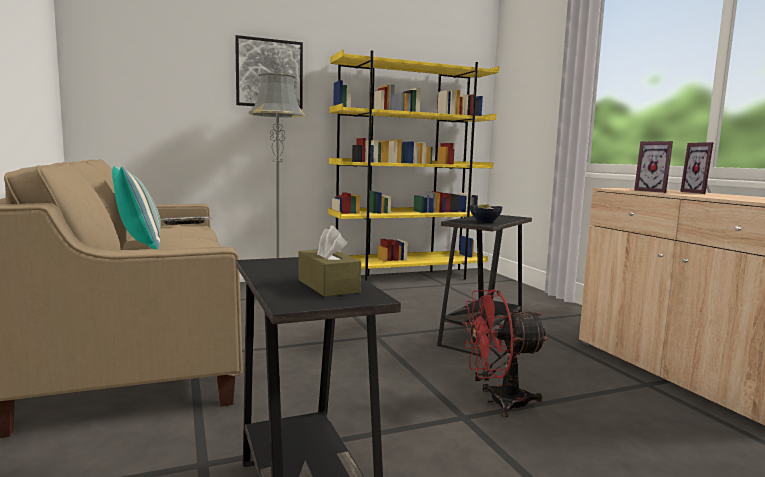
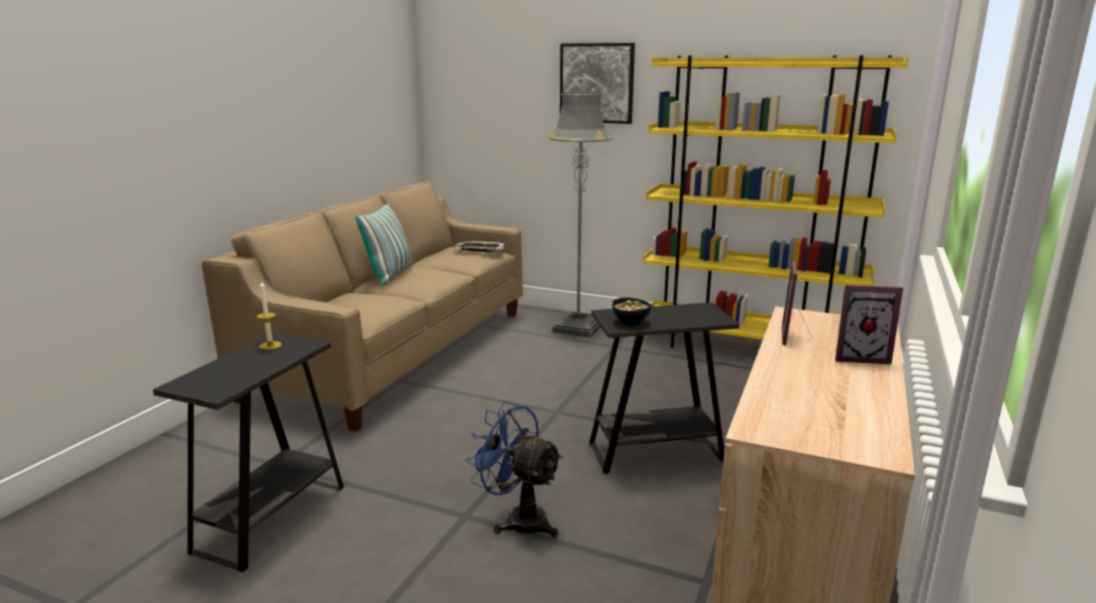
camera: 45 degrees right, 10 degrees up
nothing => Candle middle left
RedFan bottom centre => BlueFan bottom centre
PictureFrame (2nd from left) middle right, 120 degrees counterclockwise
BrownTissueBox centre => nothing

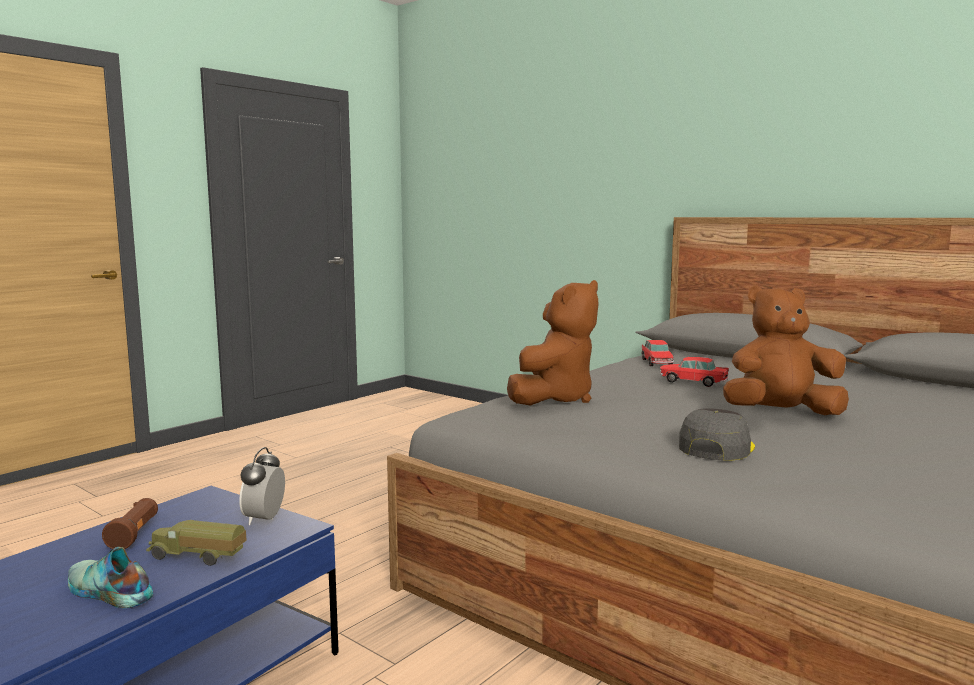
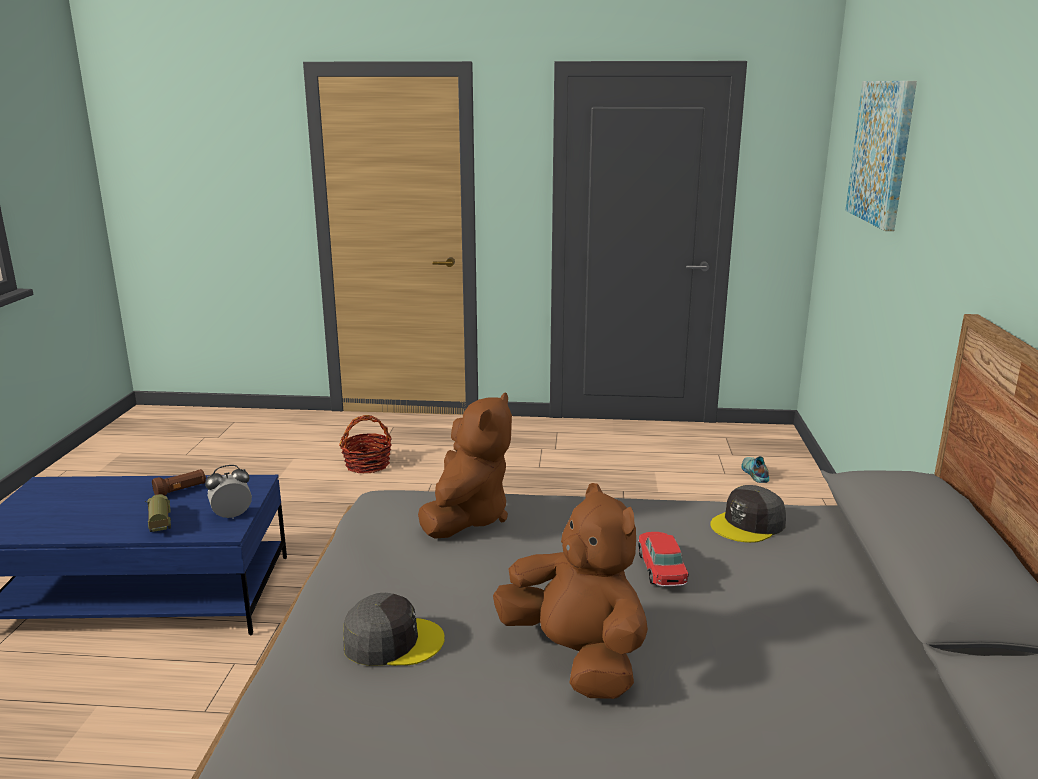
camera: 55 degrees right, 10 degrees up
nothing => Basket centre
BrownPlushToy (1st from left) centre, 75 degrees counterclockwise
ToyCar (1st from left) middle right => GreyCap (2nd from left) middle right
Shoe bottom left => Shoe middle right, move
nothing => Picture top right

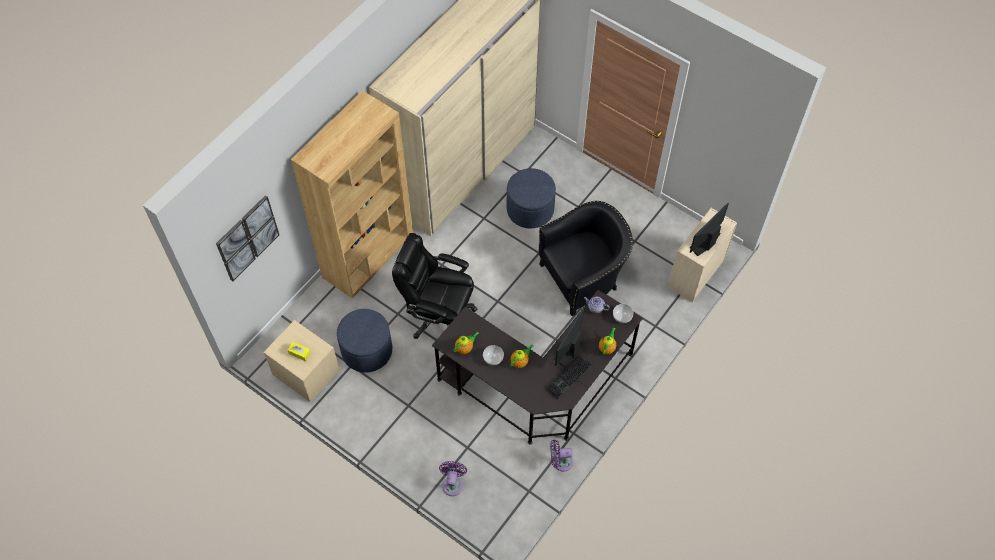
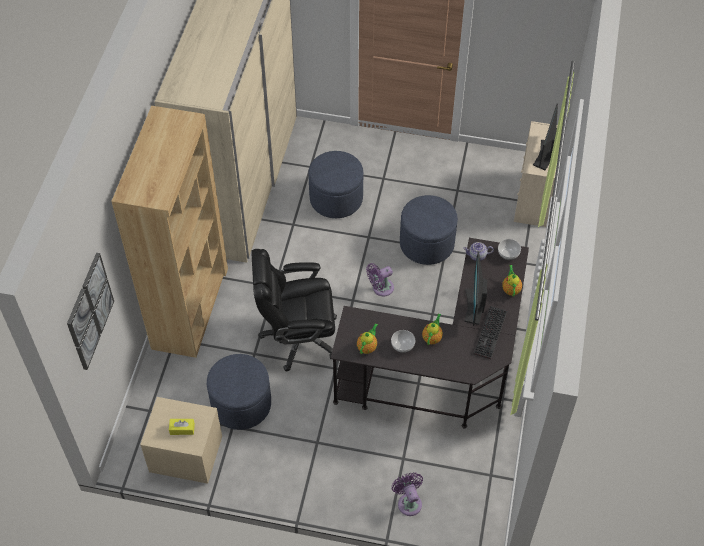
camera: 25 degrees left, 5 degrees down
PurpleFan (2nd from left in the first image) bottom centre => PurpleFan (1st from left) centre, move
BlackArmchair centre => BlueOttoman (3rd from left) centre

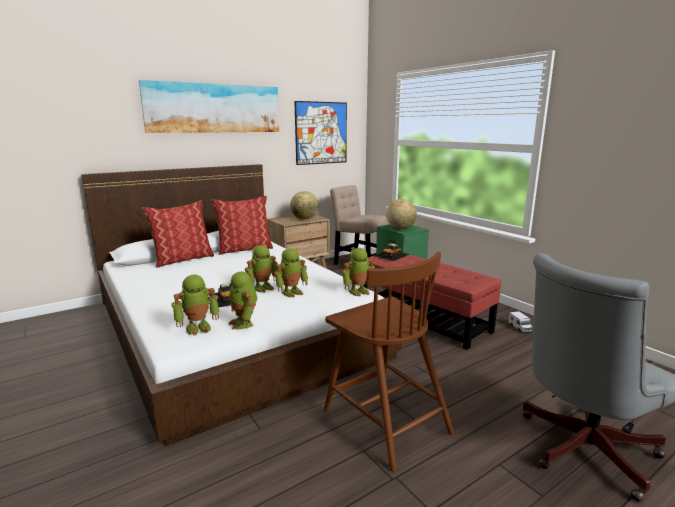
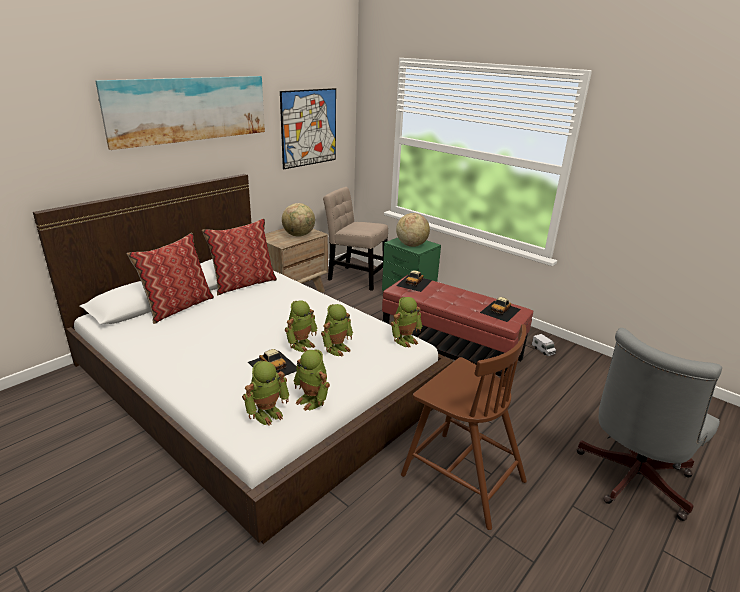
camera: 15 degrees left, 10 degrees up
nothing => ToyCar (3rd from left) middle right

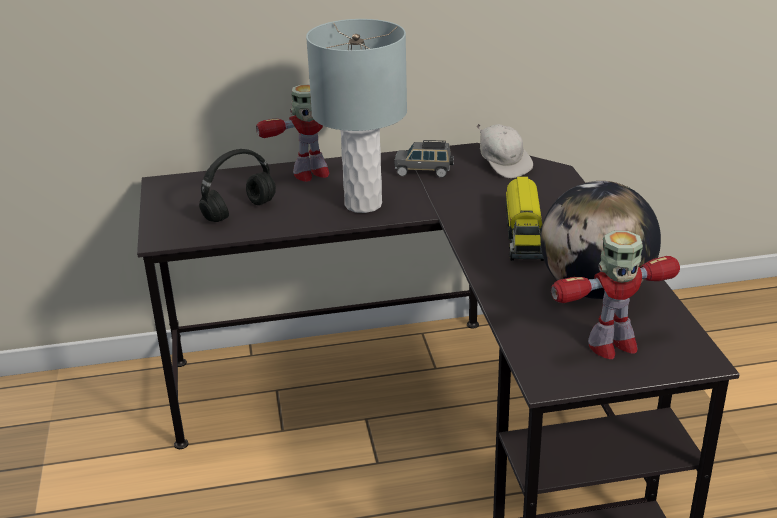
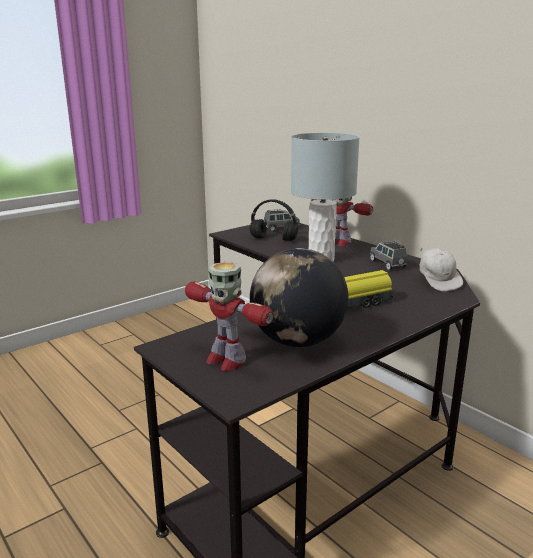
camera: 60 degrees right, 10 degrees down
nothing => GreyToyCar (1st from left) centre
WhiteCap top centre => WhiteCap middle right, 45 degrees counterclockwise

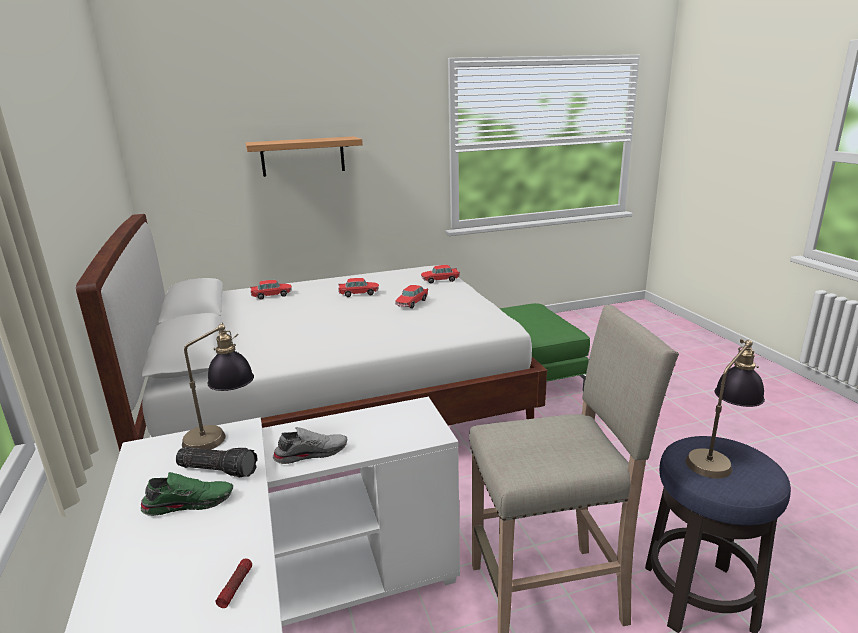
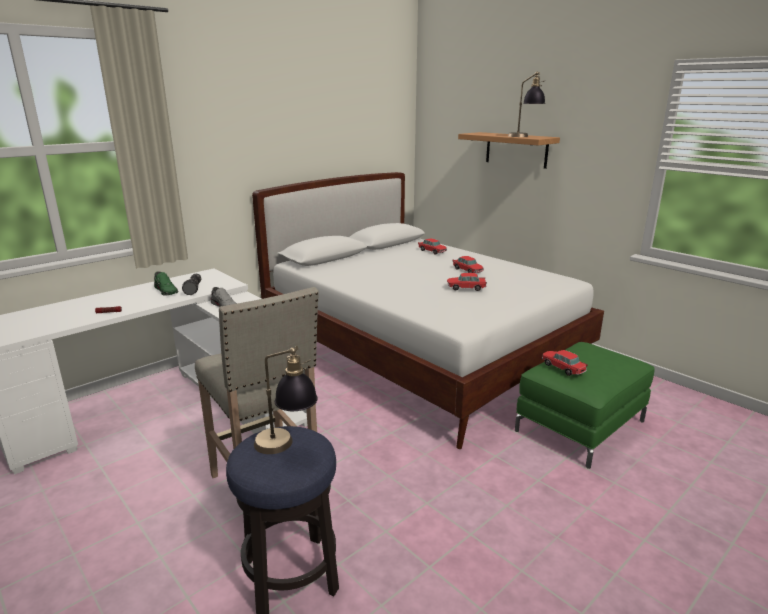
camera: 65 degrees right, 0 degrees up
TableLamp (1st from left in the first image) middle left => TableLamp (2nd from left) top right, move
ToyCar (4th from left) centre => ToyCar (4th from left) middle right, move

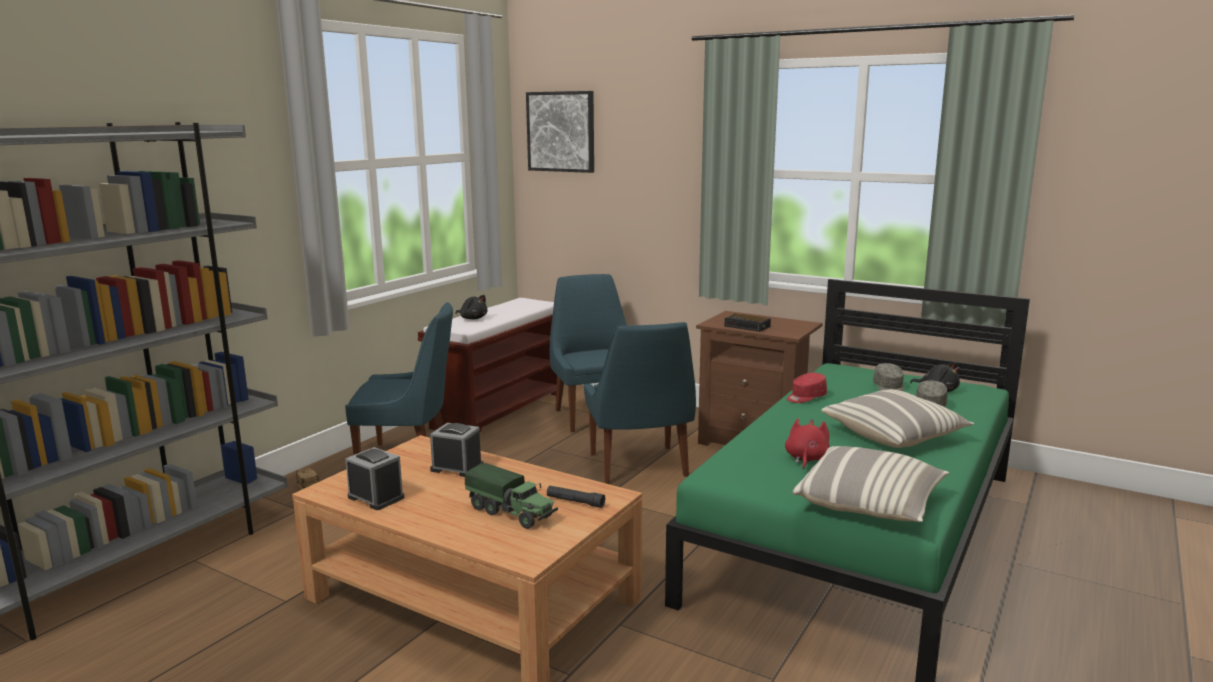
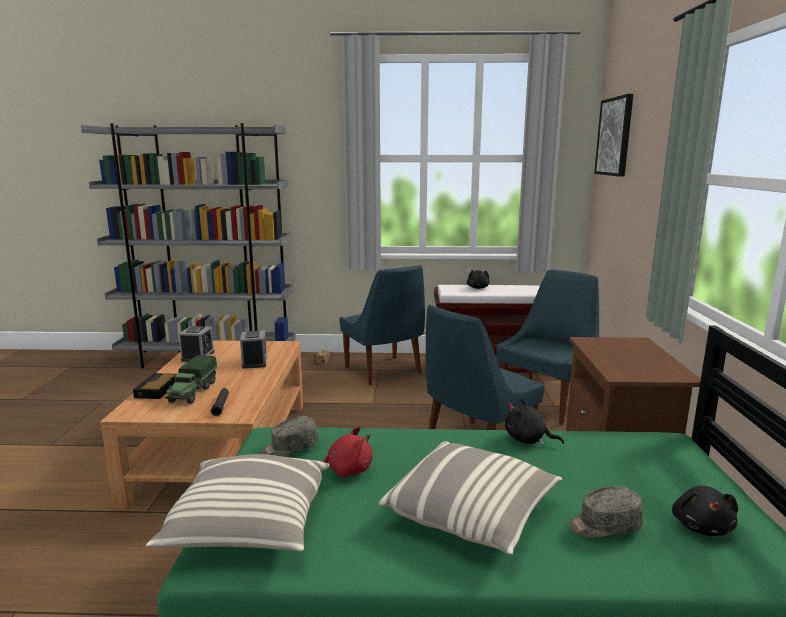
camera: 60 degrees right, 0 degrees up
AlarmClock (3rd from left in the first image) centre => AlarmClock (1st from left) middle left, move
GreyCap (1st from left) middle right => GreyCap (1st from left) bottom centre, move
RedCap centre => BlackPlushToy (2nd from left) bottom right

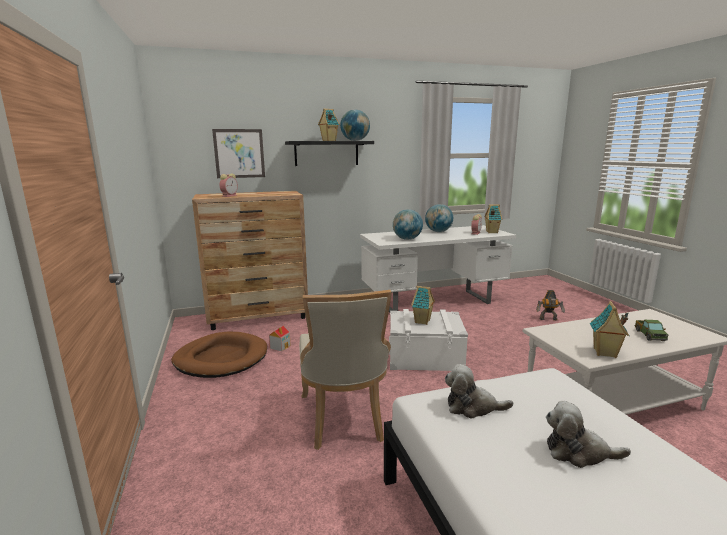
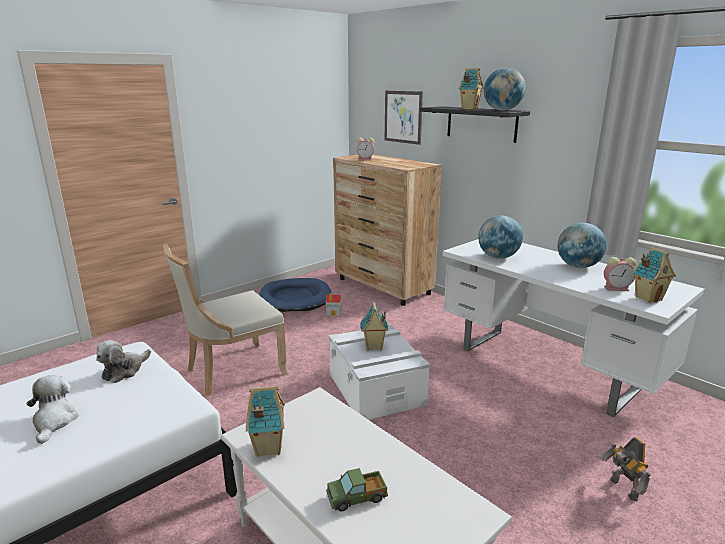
camera: 65 degrees right, 5 degrees up
PlushToy (1st from left in the first image) bottom centre => PlushToy (2nd from left) middle left, 135 degrees counterclockwise
BrownDogBed middle left => BlueDogBed centre

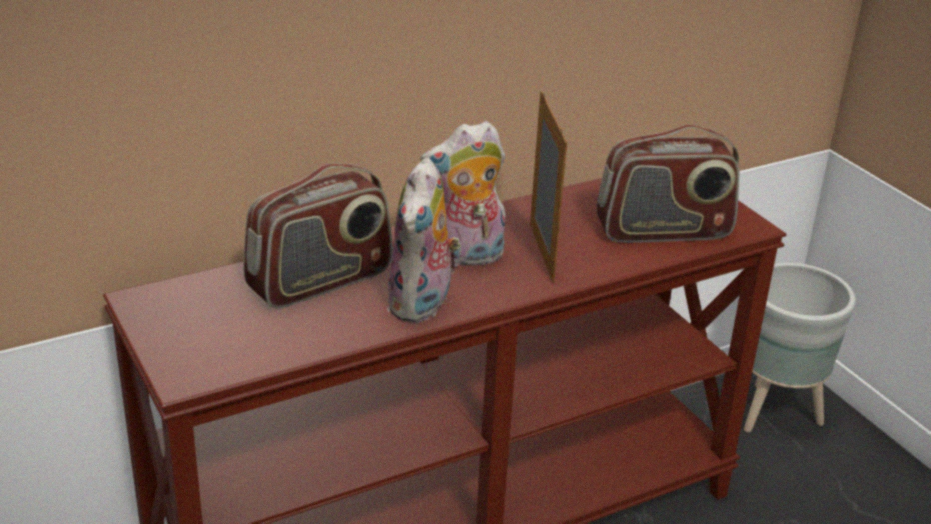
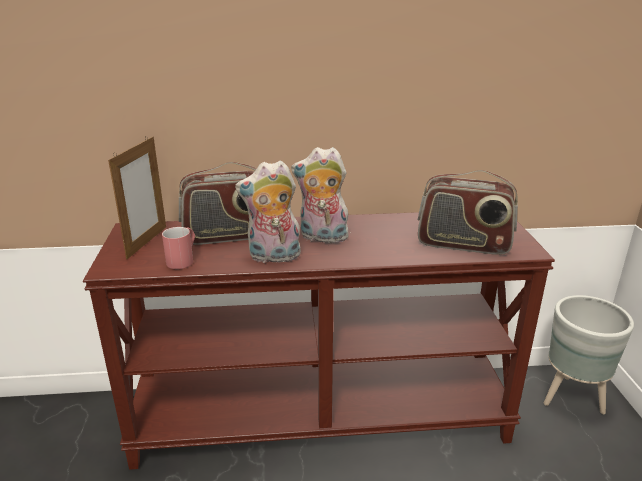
camera: 25 degrees right, 5 degrees down
PictureFrame centre => PictureFrame middle left, move
nothing => RedMug middle left
PlushToy (1st from left) centre, 45 degrees clockwise

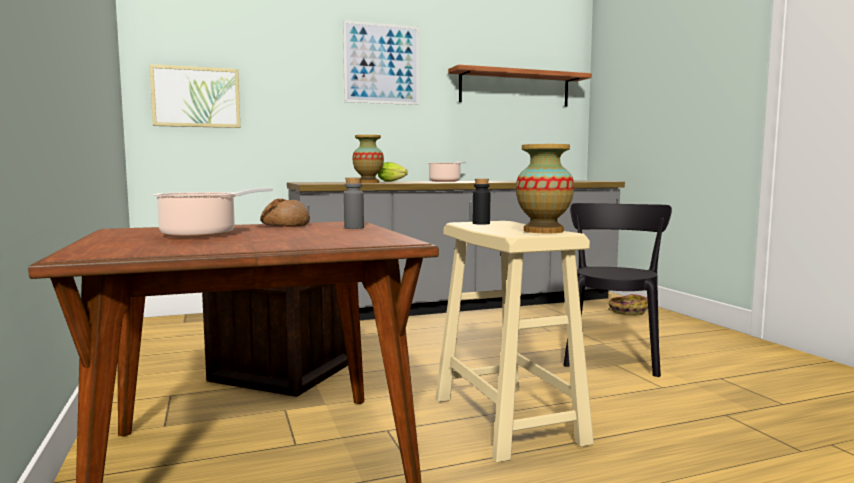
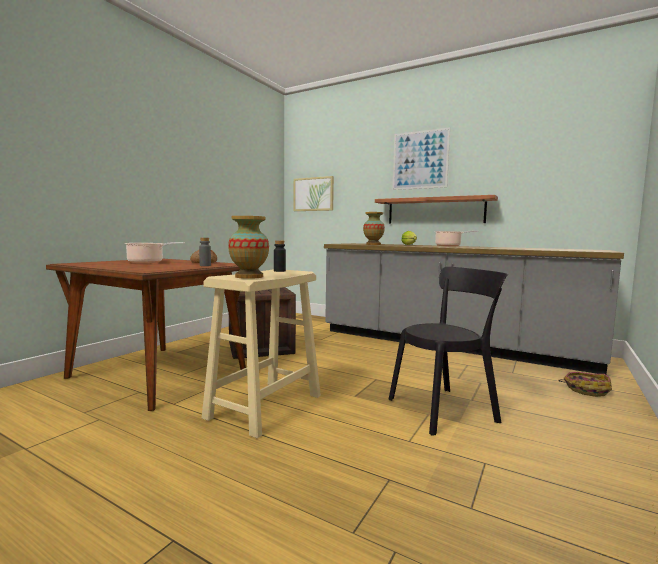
camera: 50 degrees right, 0 degrees up
Shelf top centre => Shelf centre, move

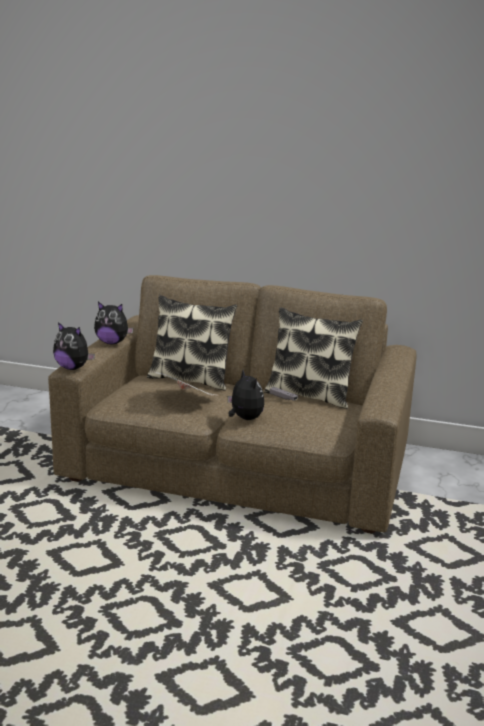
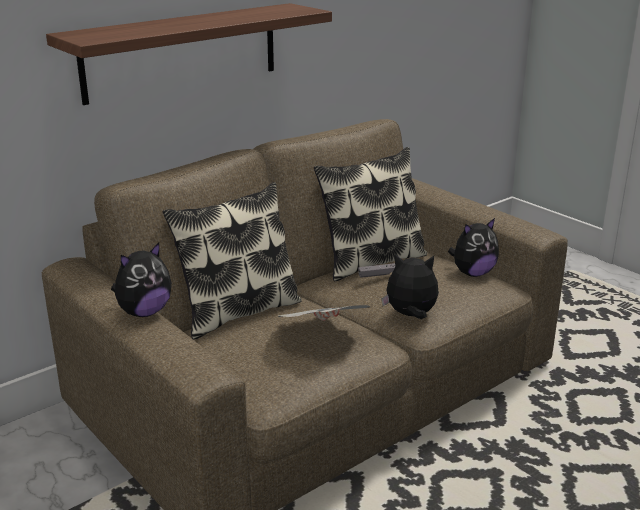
camera: 55 degrees left, 5 degrees up
nothing => Shelf top left
PlushToy (1st from left in the first image) middle left => PlushToy (3rd from left) middle right, move

